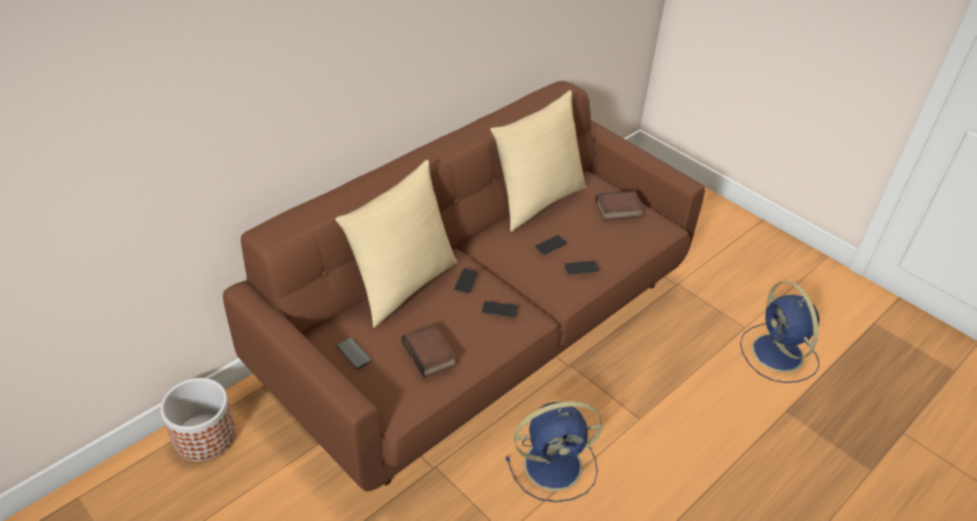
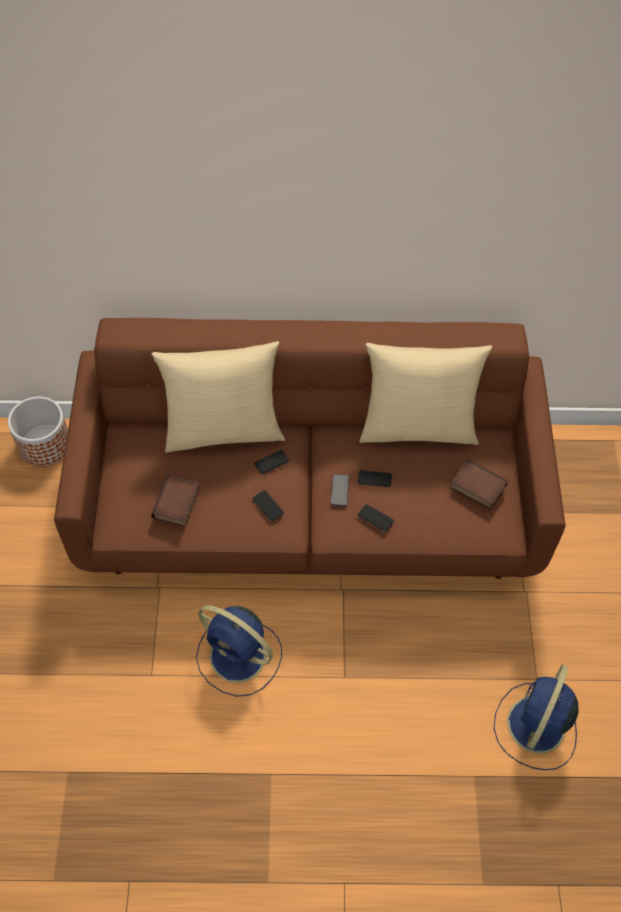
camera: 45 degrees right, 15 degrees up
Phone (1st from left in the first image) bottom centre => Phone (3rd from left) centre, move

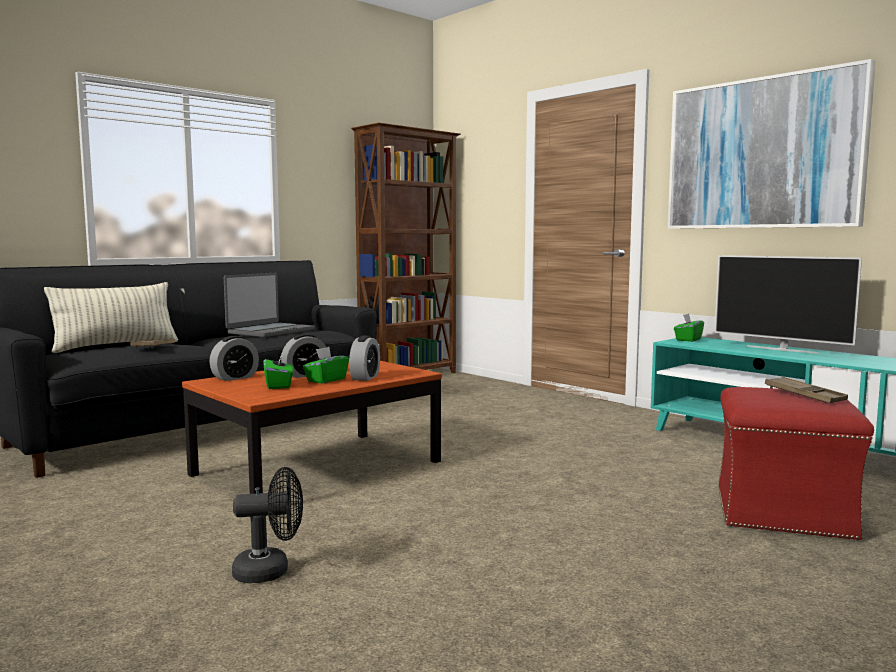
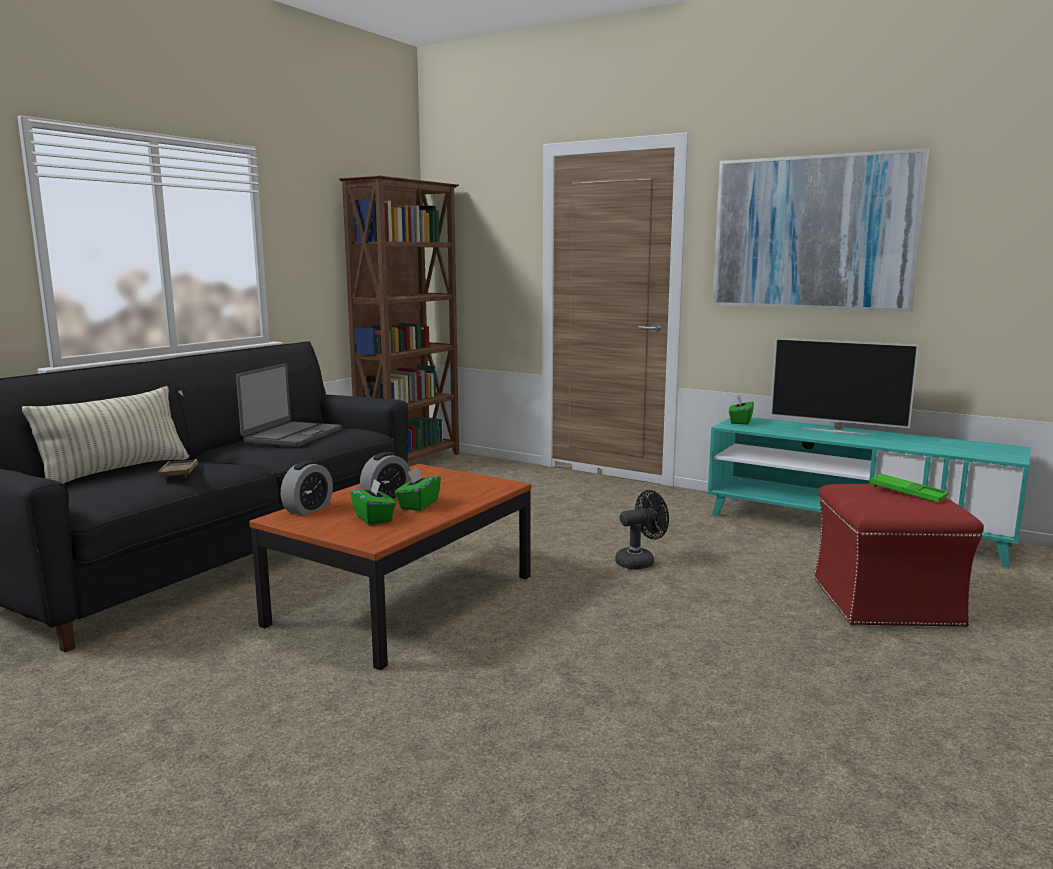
camera: 15 degrees left, 5 degrees up
BlackFan bottom left => BlackFan centre, move
BrownTray (2nd from left) middle right => GreenTray middle right
AlarmClock (3rd from left) centre => nothing

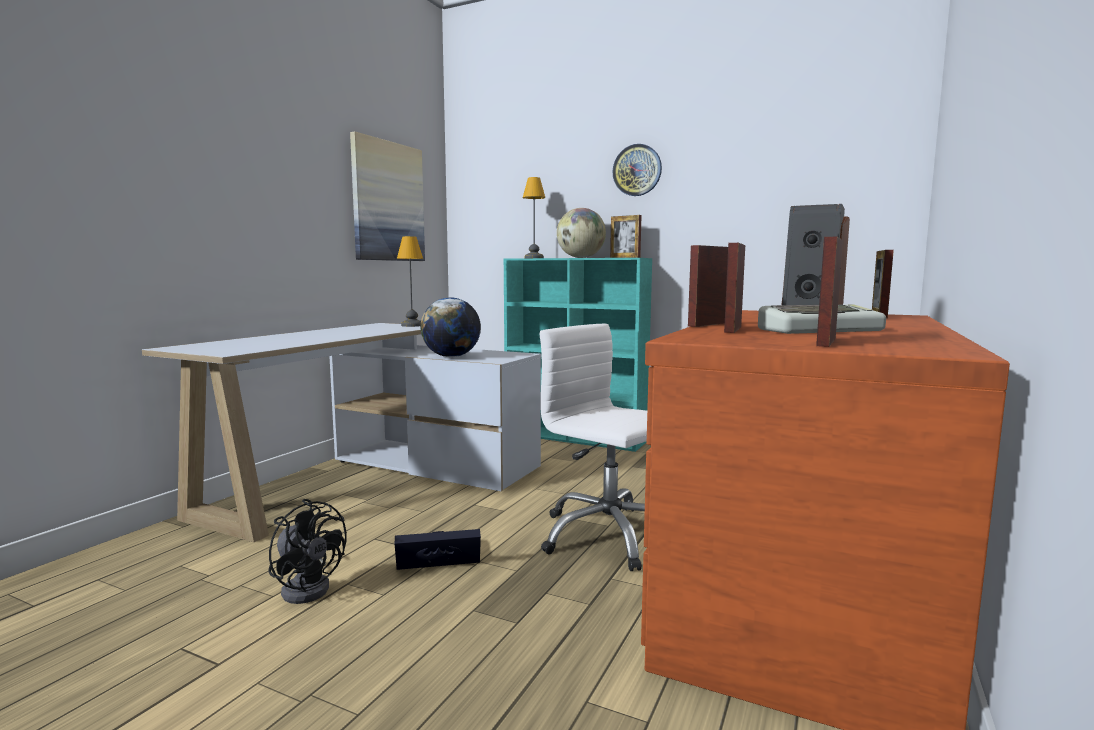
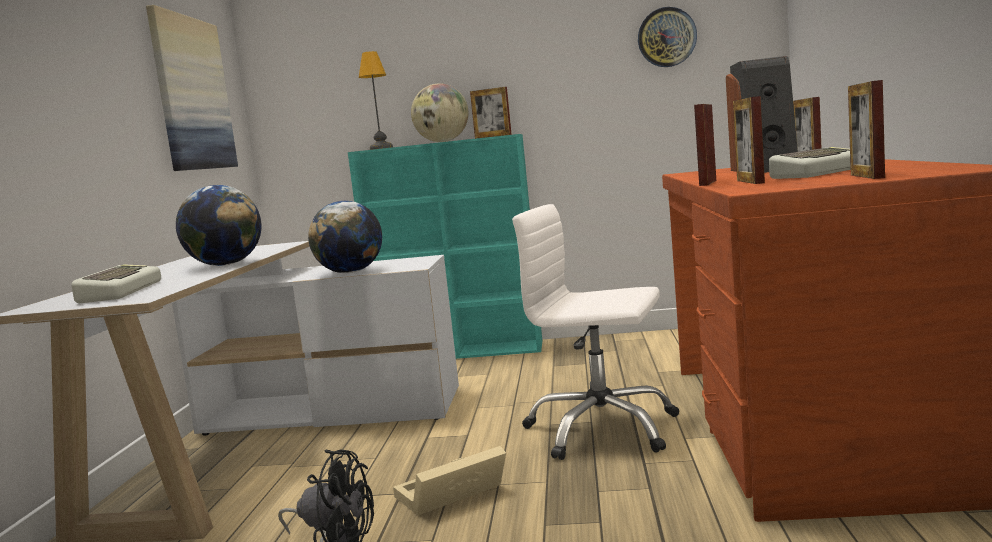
camera: 20 degrees left, 0 degrees up
nothing => Keyboard (1st from left) middle left
nothing => Globe (1st from left) middle left
BlackStorageBox bottom centre => BeigeStorageBox bottom centre
WallClock top centre => WallClock top right, move
TableLamp (1st from left) centre => nothing

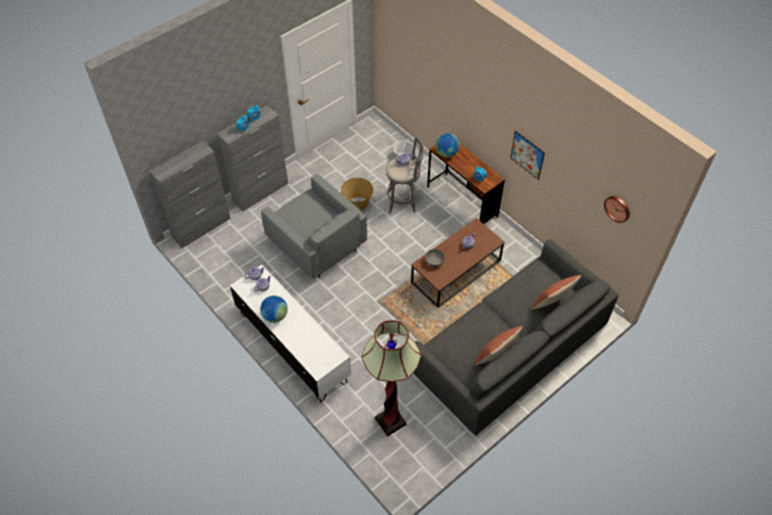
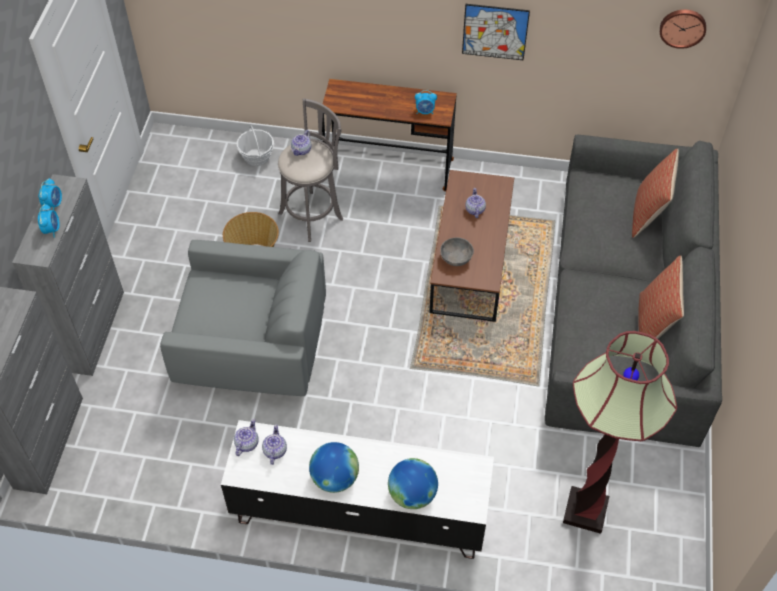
camera: 40 degrees left, 0 degrees up
Globe (2nd from left) top centre => Globe (2nd from left) bottom centre, move

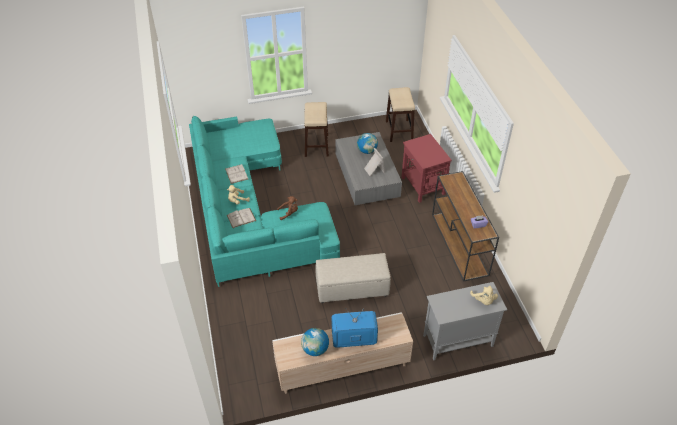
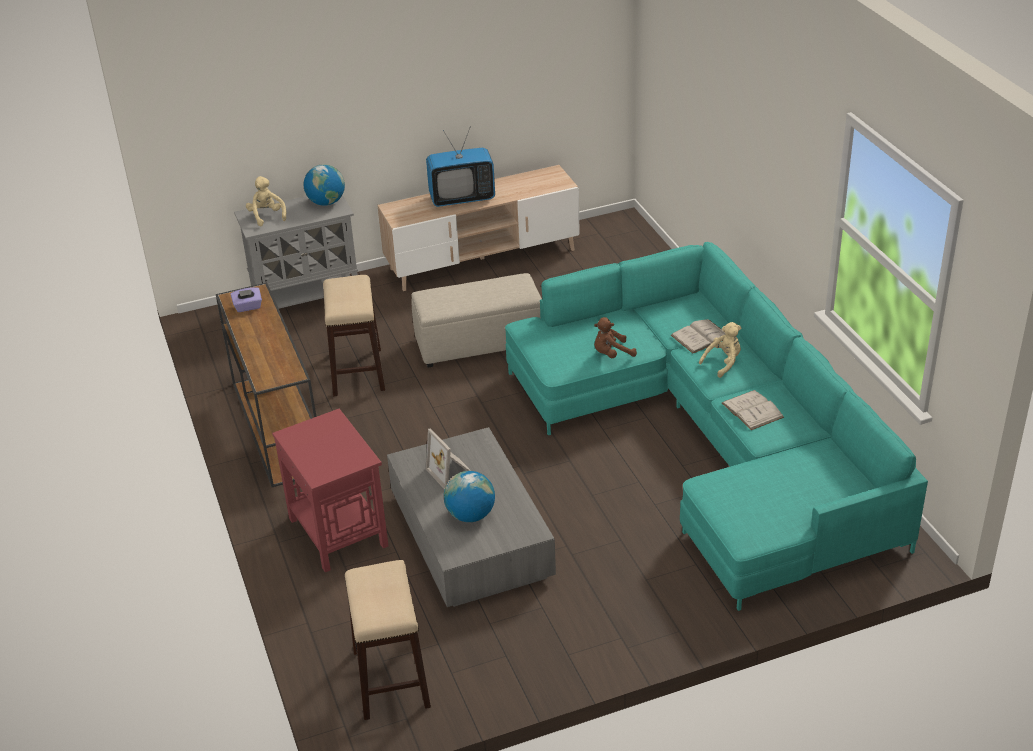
camera: 175 degrees right, 10 degrees down
Globe (1st from left) bottom centre => Globe (1st from left) top left, move
Stool (1st from left) top centre => Stool (1st from left) centre, move

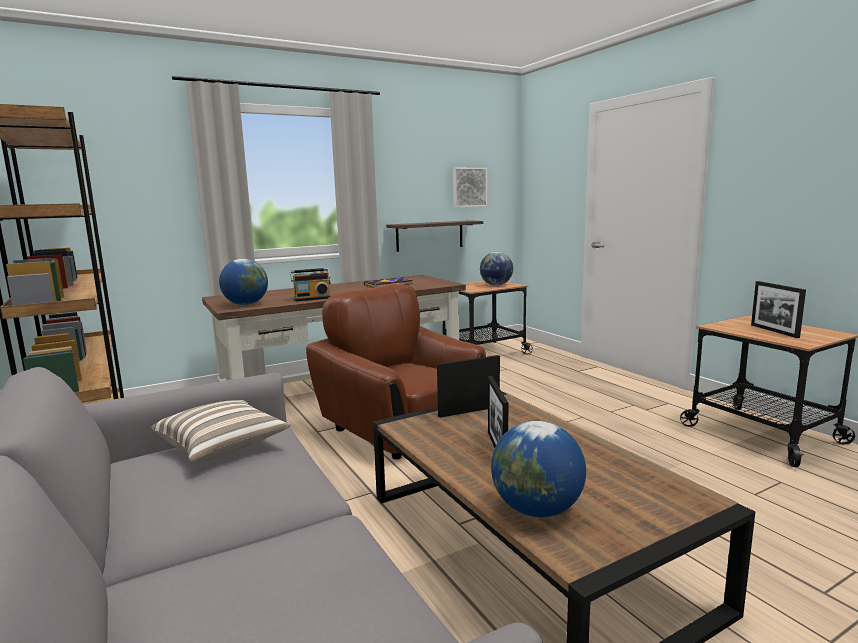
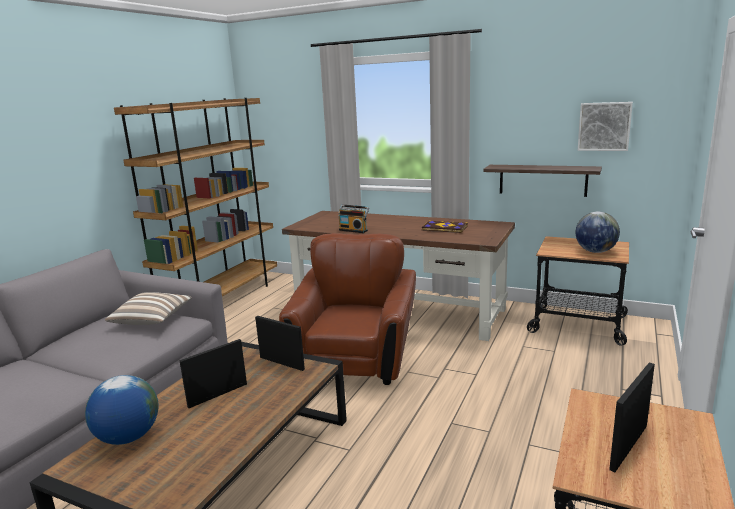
camera: 55 degrees right, 5 degrees up
Globe (1st from left) middle left => nothing

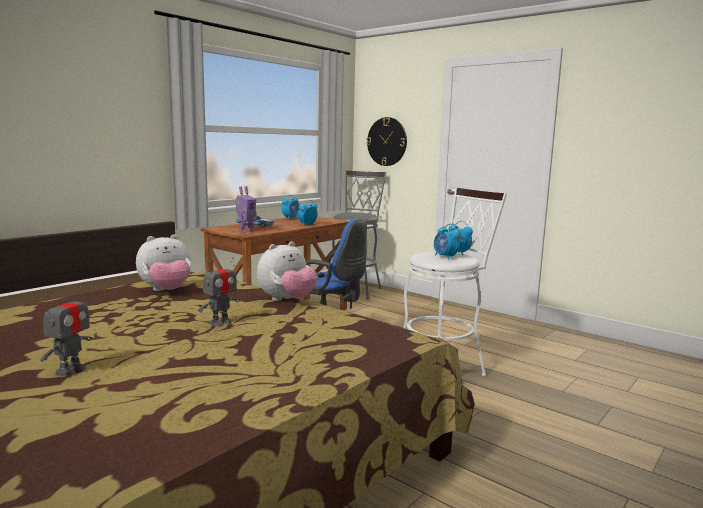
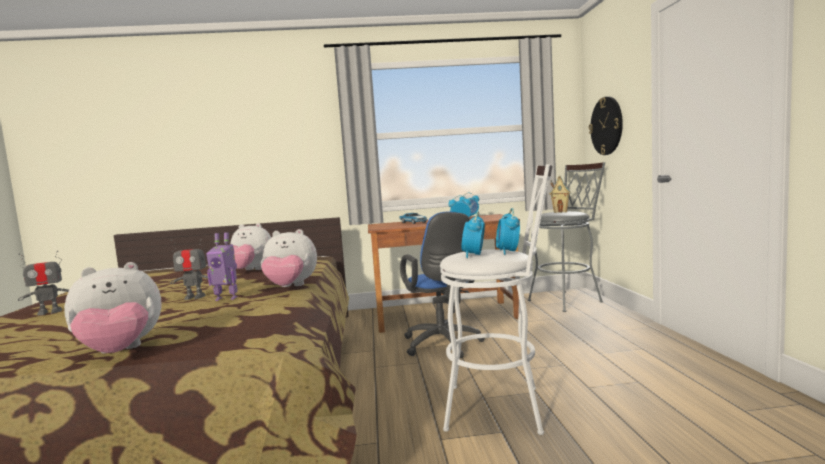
camera: 45 degrees right, 5 degrees down
nothing => PlushToy (1st from left) middle left
ToyRobot (3rd from left) centre => ToyRobot (3rd from left) middle left, move
nothing => ToyHouse middle right

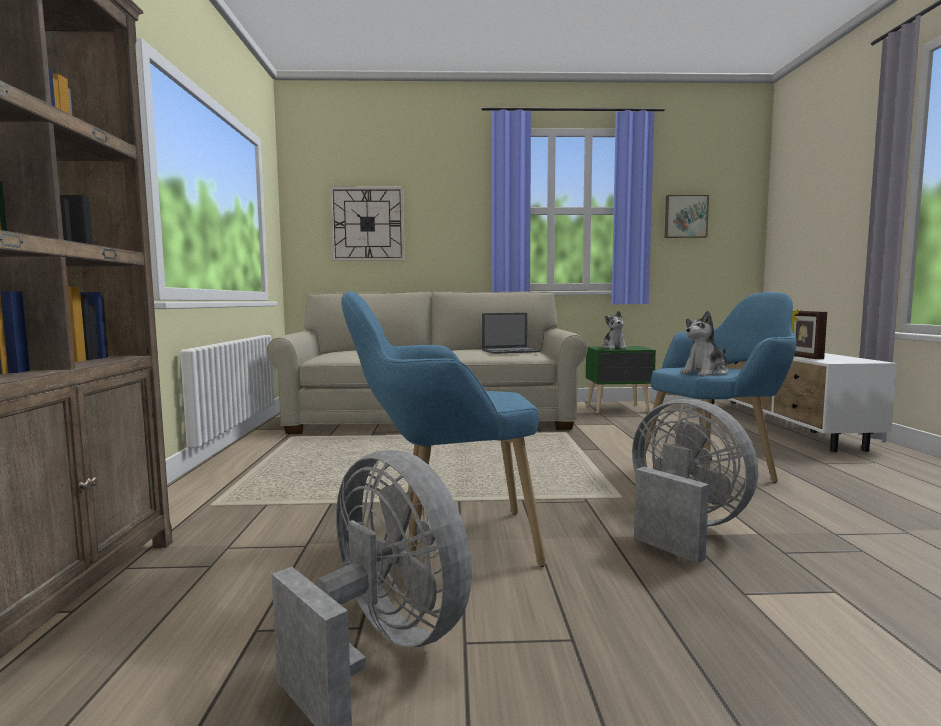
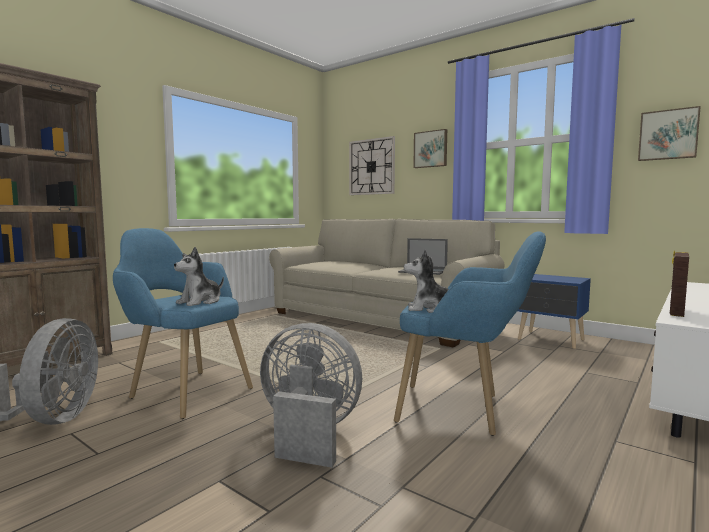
camera: 40 degrees right, 0 degrees up
PlushToy (1st from left) centre => PlushToy (1st from left) middle left, move
GreyFan (2nd from left) middle right => GreyFan (2nd from left) bottom centre, 75 degrees counterclockwise
nothing => Picture (1st from left) top centre
GreenNightstand centre => BlueNightstand middle right

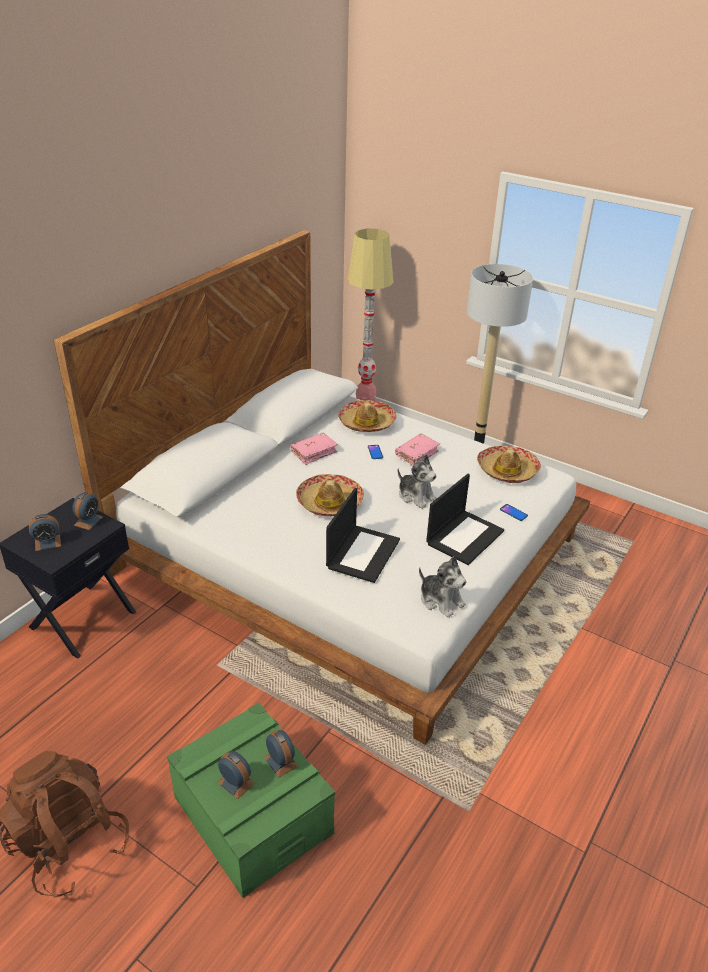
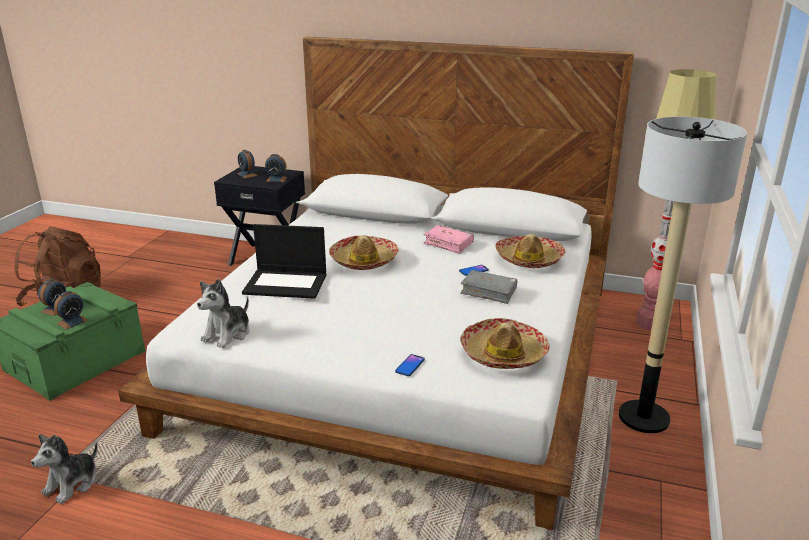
camera: 75 degrees right, 10 degrees down
PlushToy (1st from left) centre => PlushToy (1st from left) bottom left, move
PinkBook (2nd from left) centre => GreyBook centre
Laptop (2nd from left) centre => nothing

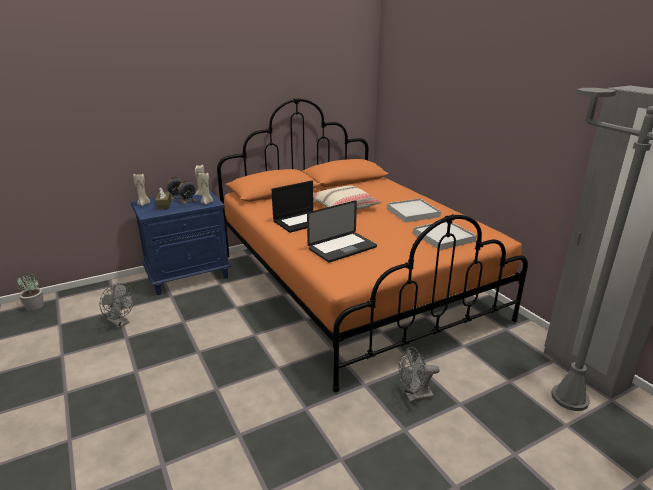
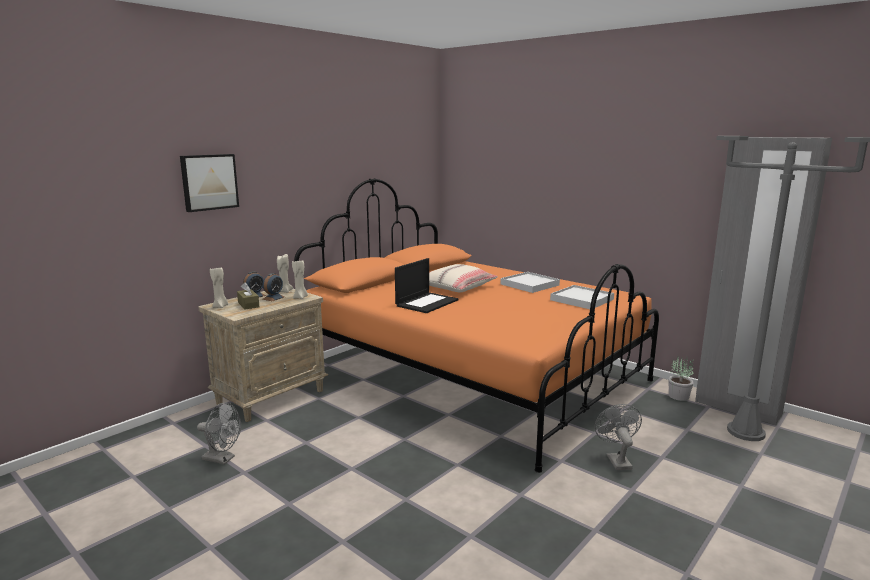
camera: 20 degrees left, 10 degrees down
nothing => Picture top left
BlueNightstand middle left => BeigeNightstand middle left
GreyFan (2nd from left) bottom centre => GreyFan (2nd from left) bottom right, 120 degrees clockwise
PottedPlant middle left => PottedPlant middle right, move
Laptop (2nd from left) centre => nothing

